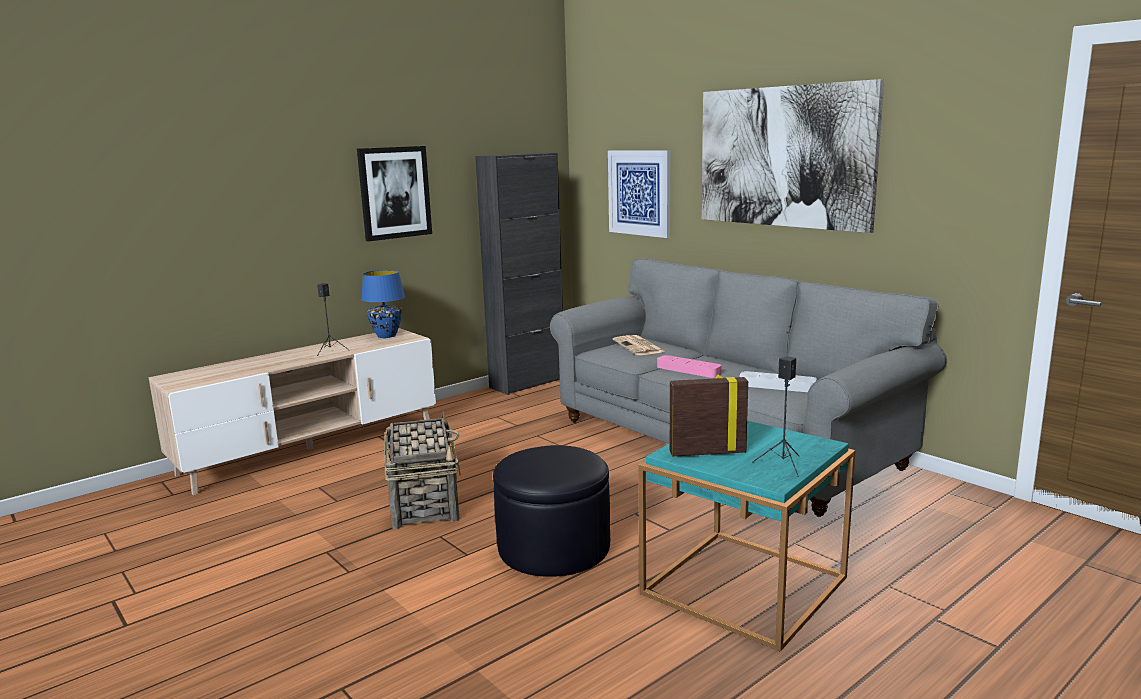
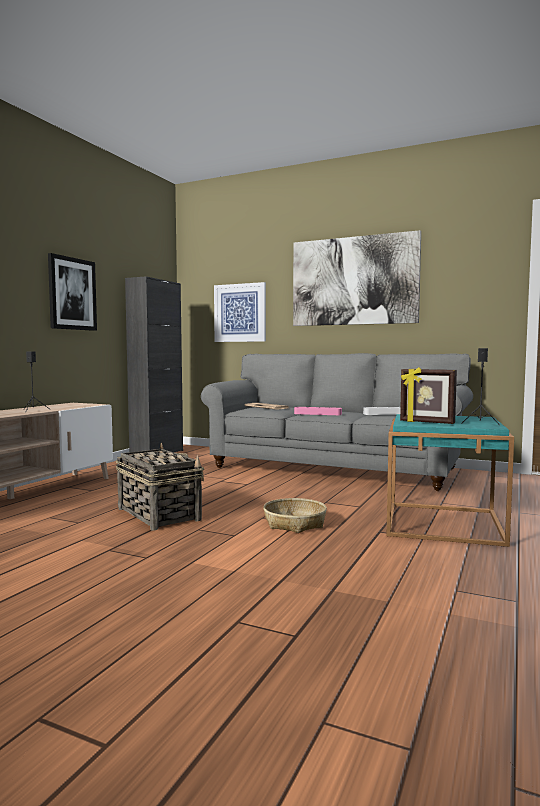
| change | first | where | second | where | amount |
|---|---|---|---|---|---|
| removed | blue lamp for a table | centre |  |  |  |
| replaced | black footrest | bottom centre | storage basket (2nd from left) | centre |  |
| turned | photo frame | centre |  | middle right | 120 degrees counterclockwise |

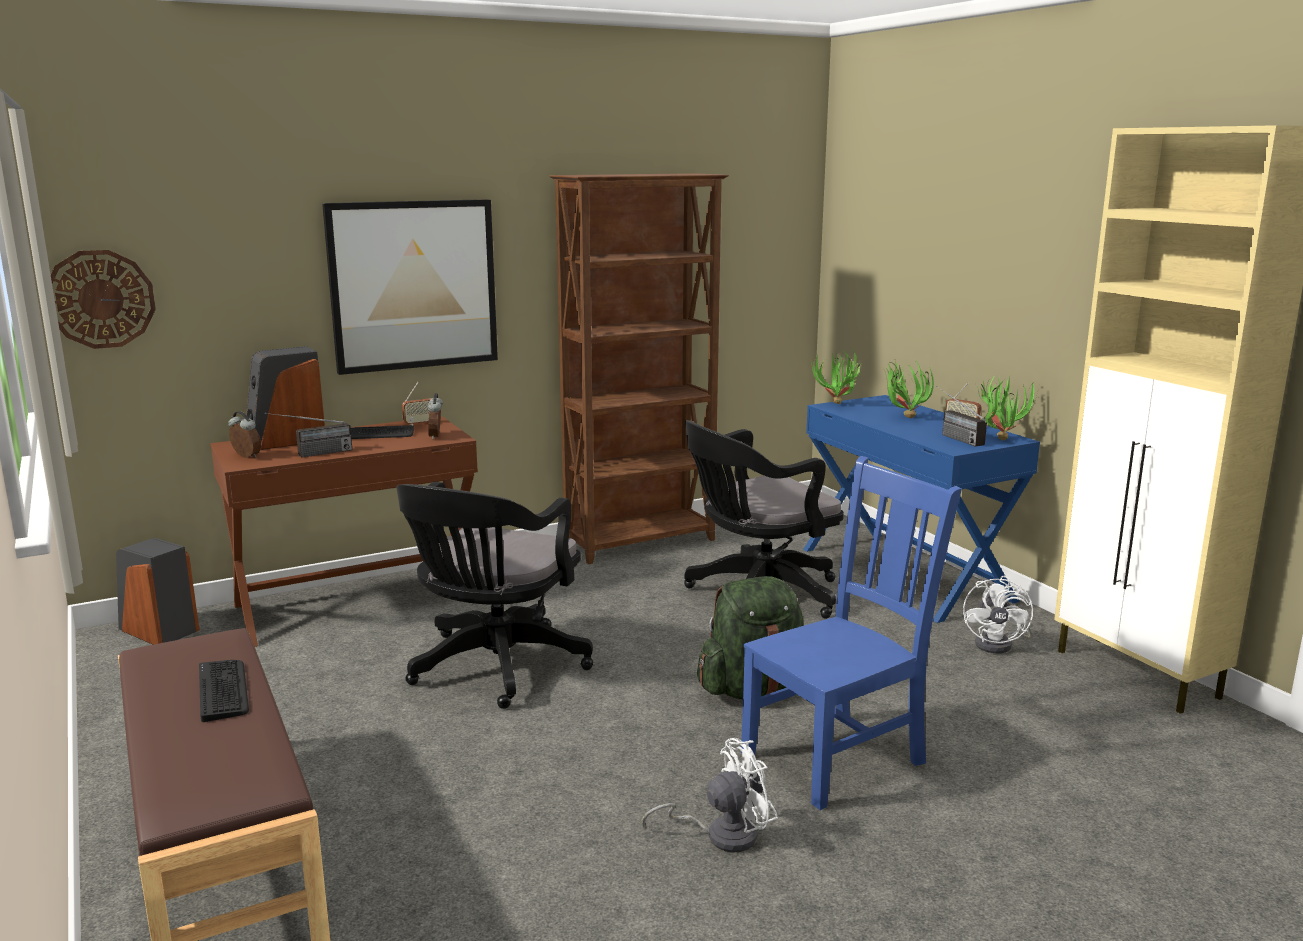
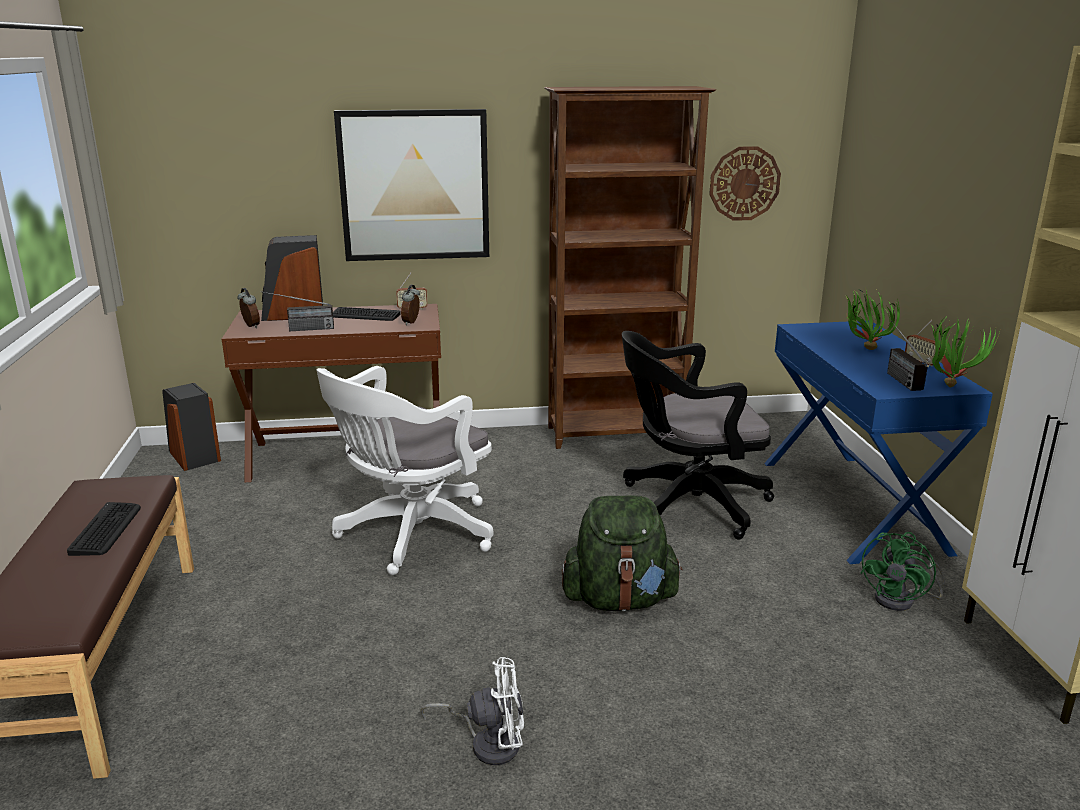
| change | first | where | second | where | amount |
|---|---|---|---|---|---|
| removed | blue upright chair | bottom centre |  |  |  |
| removed | potted plant (1st from left) | centre |  |  |  |
| moved | clock on the wall | top left |  | top right |  |
| recoloured | black computer chair (1st from left) | centre | whitish computer chair | centre |  |
| recoloured | whitish fan (2nd from left) | middle right | green fan | bottom right |  |

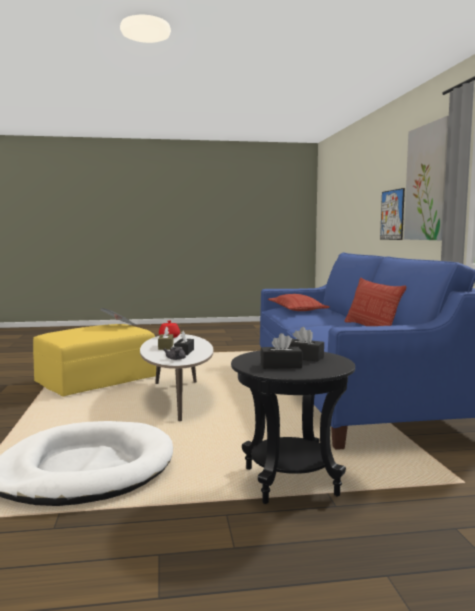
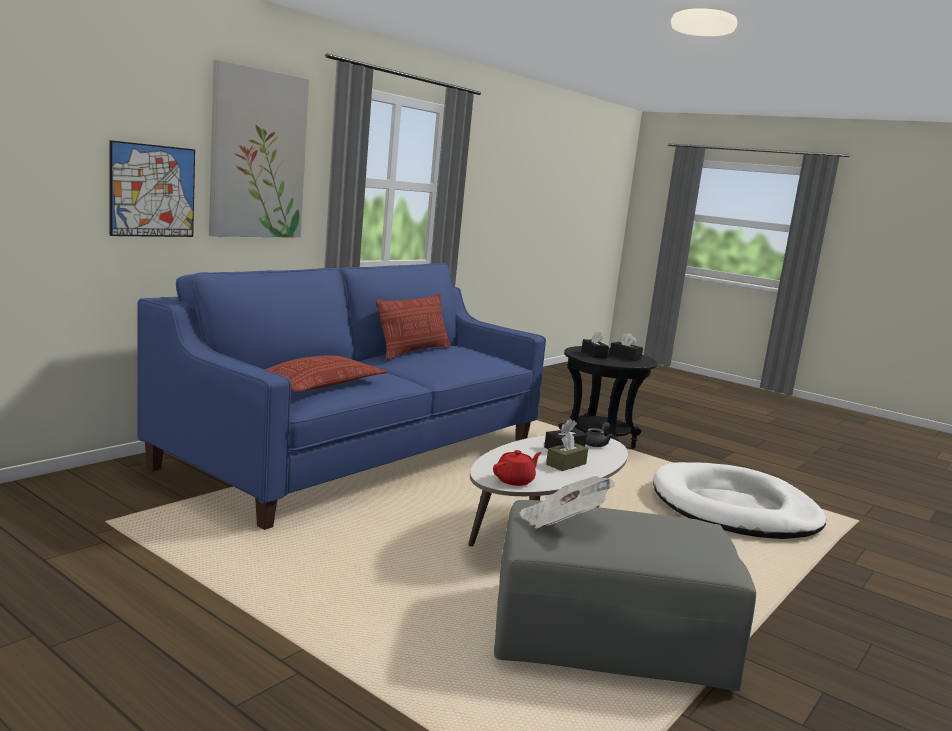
| change | first | where | second | where | amount |
|---|---|---|---|---|---|
| recoloured | yellow footrest | middle left | gray footrest | bottom centre |  |

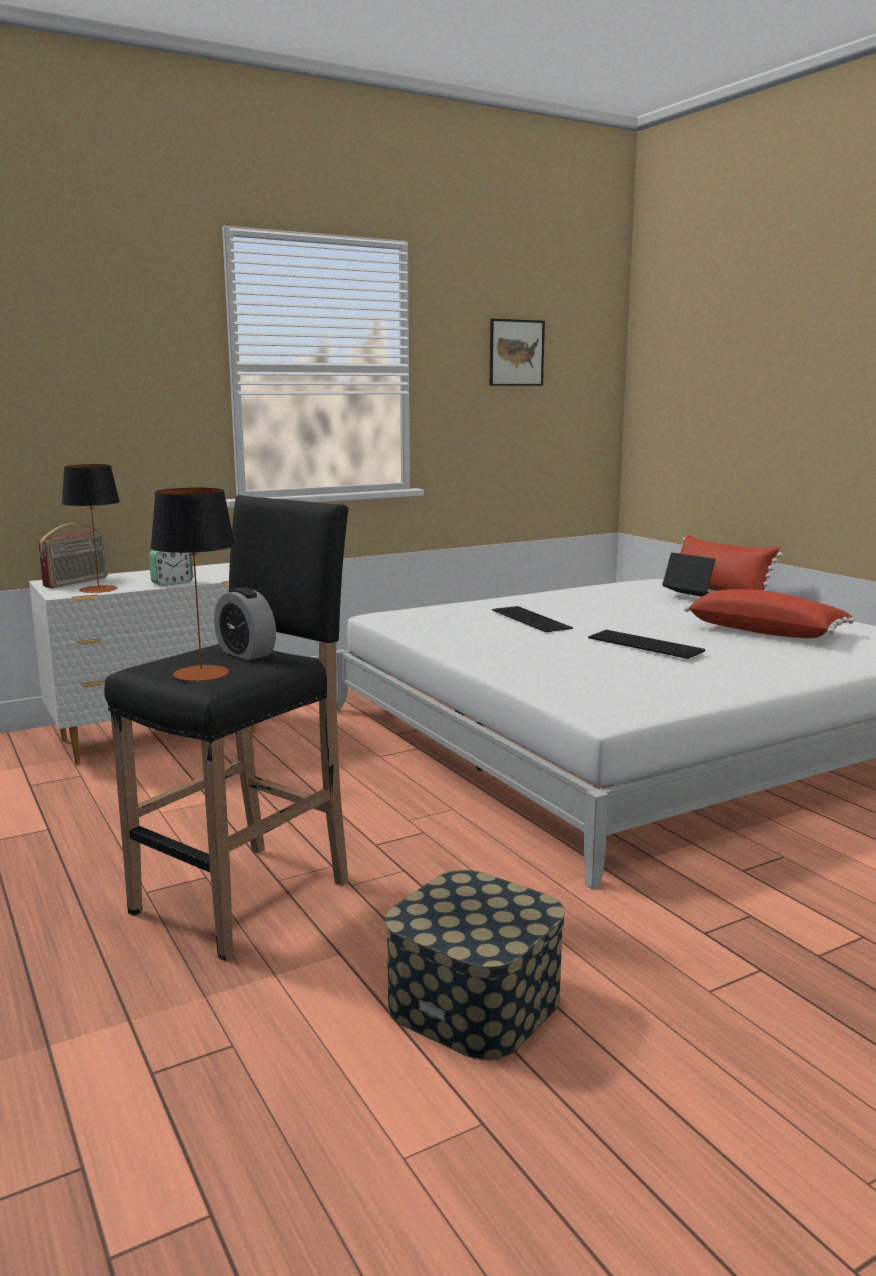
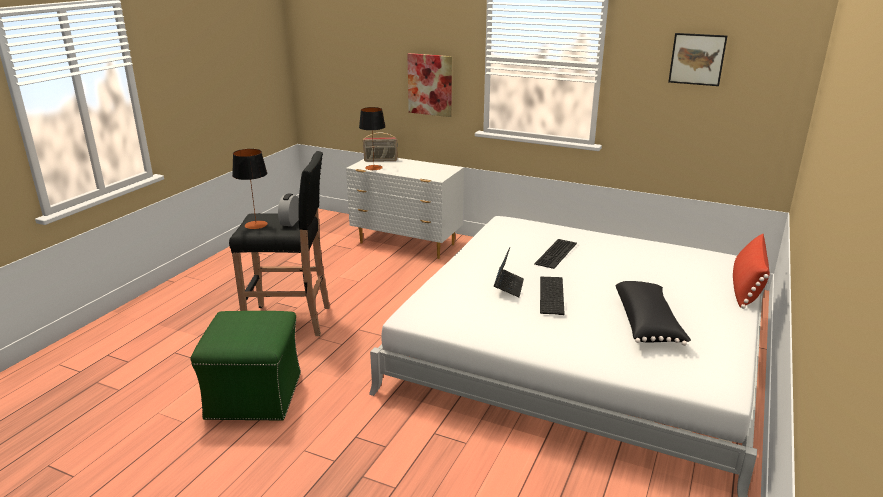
| change | first | where | second | where | amount |
|---|---|---|---|---|---|
| removed | bedside clock (1st from left) | middle left |  |  |  |
| added |  |  | wall art (1st from left) | top centre |  |
| moved | portable computer | middle right |  | centre |  |
| replaced | storage container | bottom centre | green footrest | bottom left |  |
| recoloured | red-coloured pillow (2nd from left) | middle right | black pillow | middle right |  |

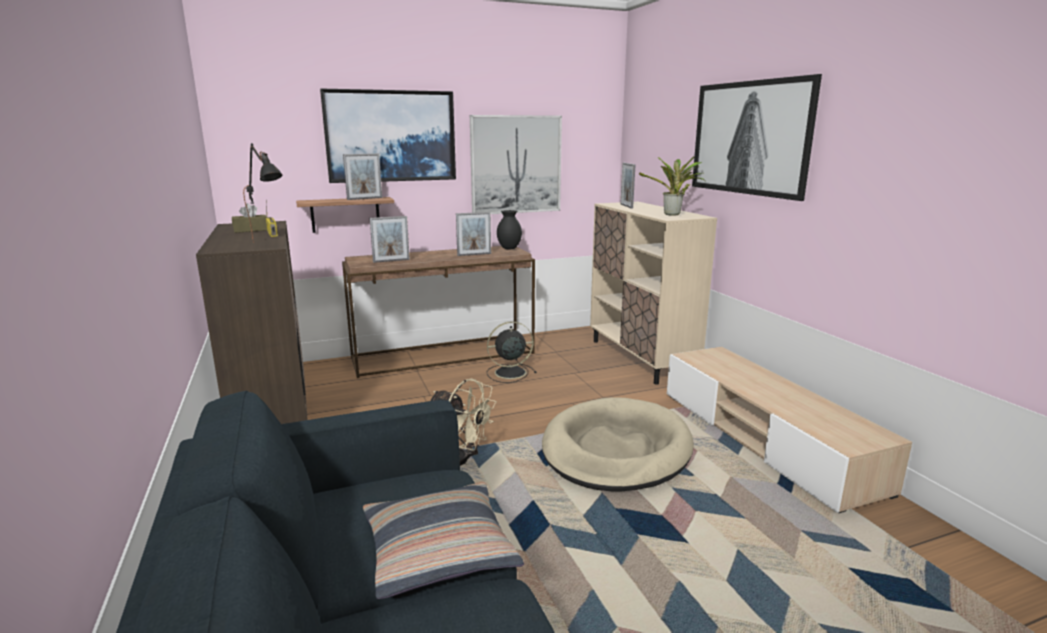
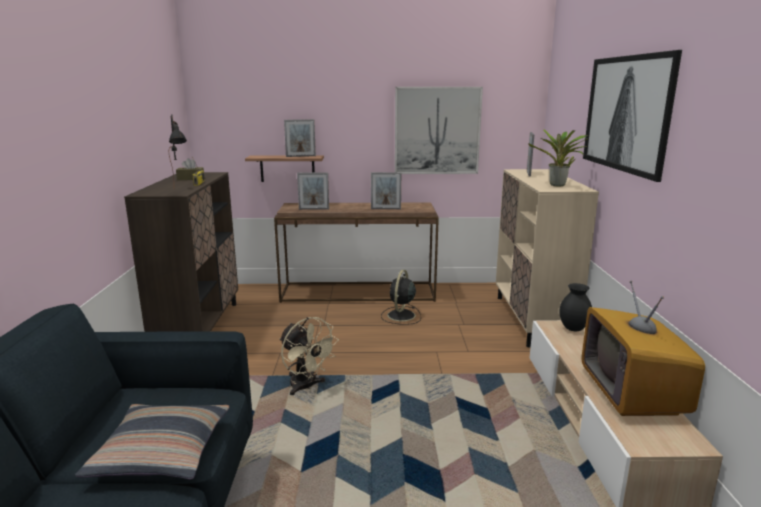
| change | first | where | second | where | amount |
|---|---|---|---|---|---|
| removed | wall art (1st from left) | top centre |  |  |  |
| removed | beige dog cushion | bottom centre |  |  |  |
| added |  |  | TV | bottom right |  |
| moved | black vase | centre |  | middle right |  |
| turned | black fan | centre |  | centre | 75 degrees counterclockwise |

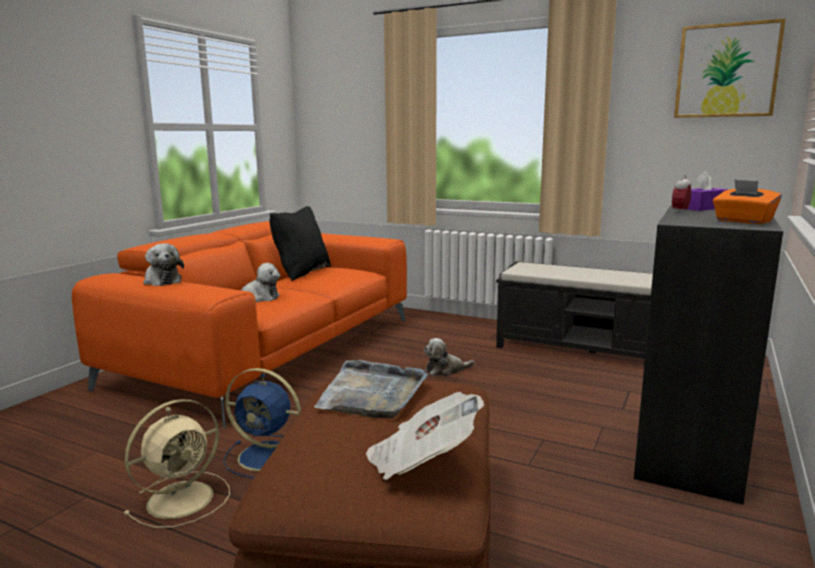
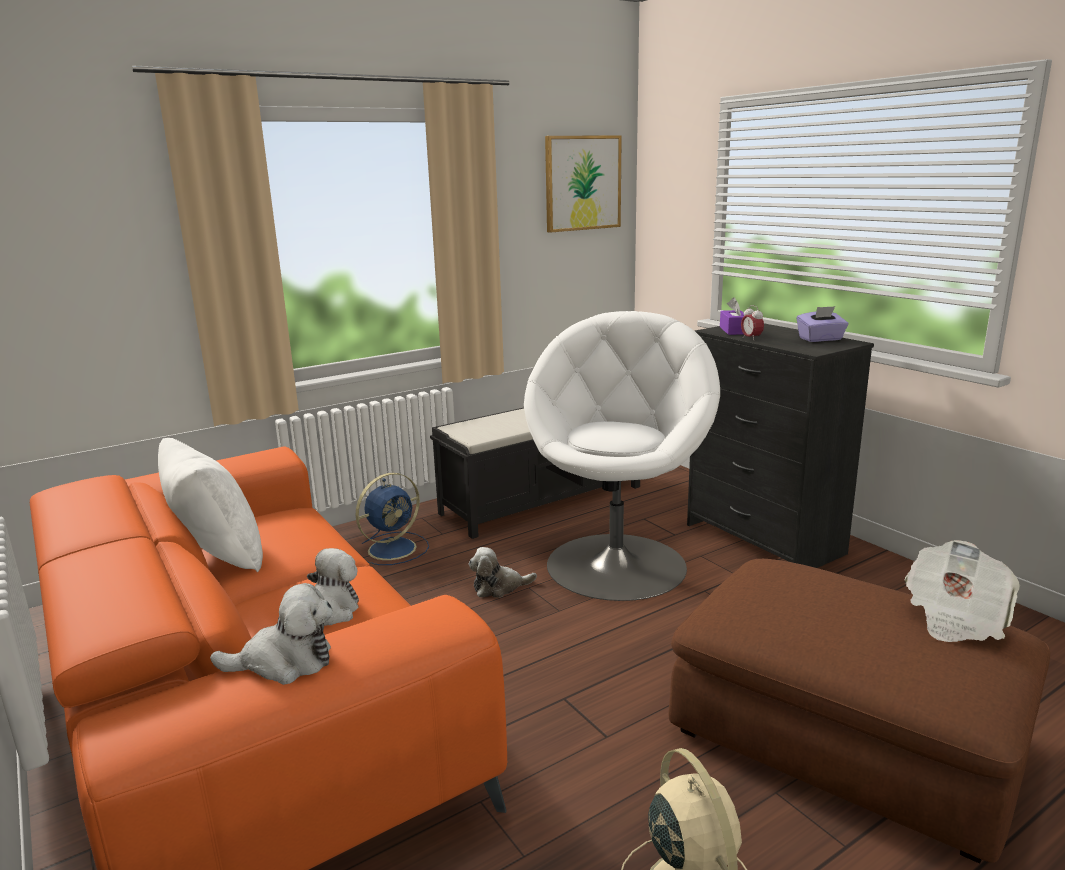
| change | first | where | second | where | amount |
|---|---|---|---|---|---|
| removed | gray serving tray | bottom centre |  |  |  |
| added |  |  | whitish armchair | centre |  |
| moved | blue fan | bottom left |  | centre |  |
| recoloured | black pillow | centre | whitish pillow | middle left |  |
| recoloured | orangey box of tissues | middle right | purple box of tissues (2nd from left) | middle right |  |
| turned | plush toy (3rd from left) | centre |  | centre | 60 degrees clockwise |

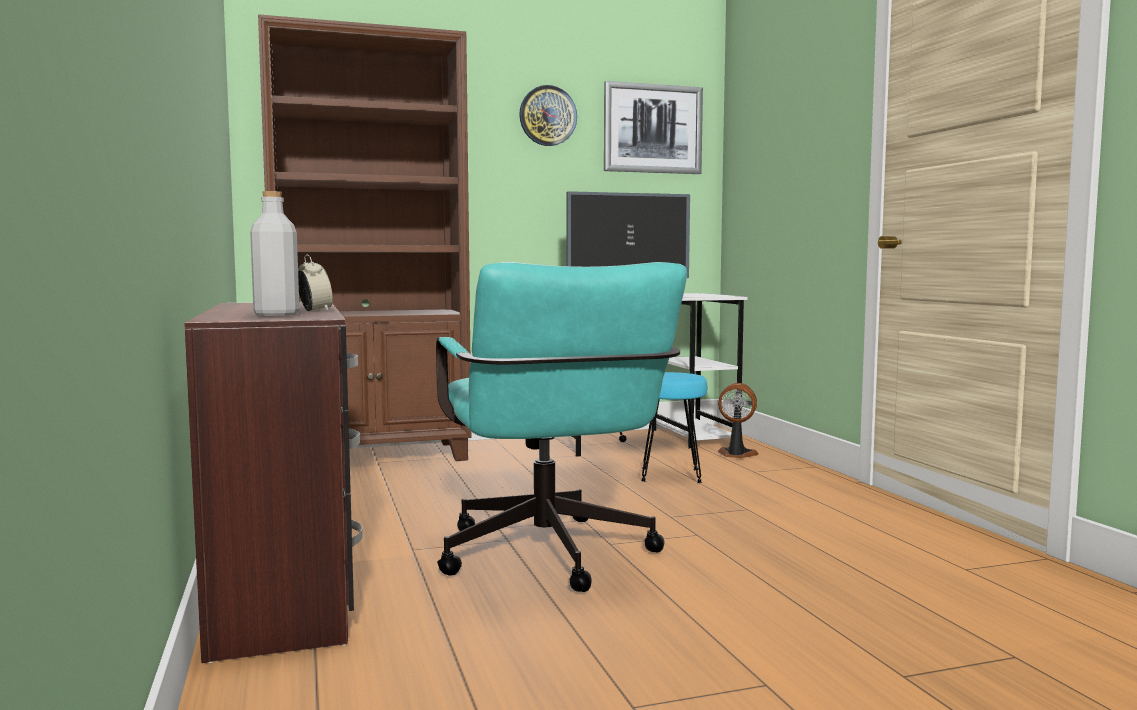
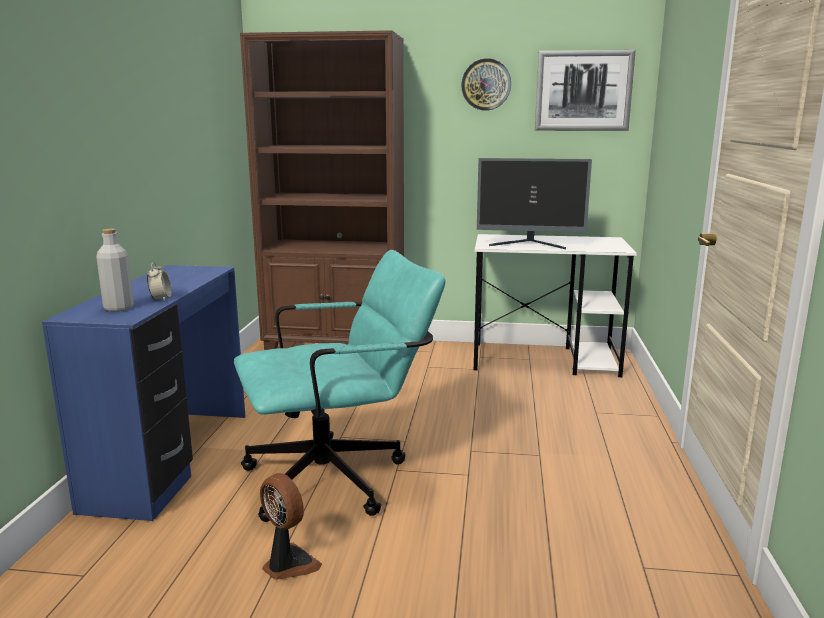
| change | first | where | second | where | amount |
|---|---|---|---|---|---|
| removed | blue-green stool seat | centre |  |  |  |
| moved | fan | centre |  | bottom centre |  |
| recoloured | brownish desk unit | bottom left | blue desk unit | middle left |  |
| turned | blue-green computer chair | centre |  | centre | 120 degrees counterclockwise |

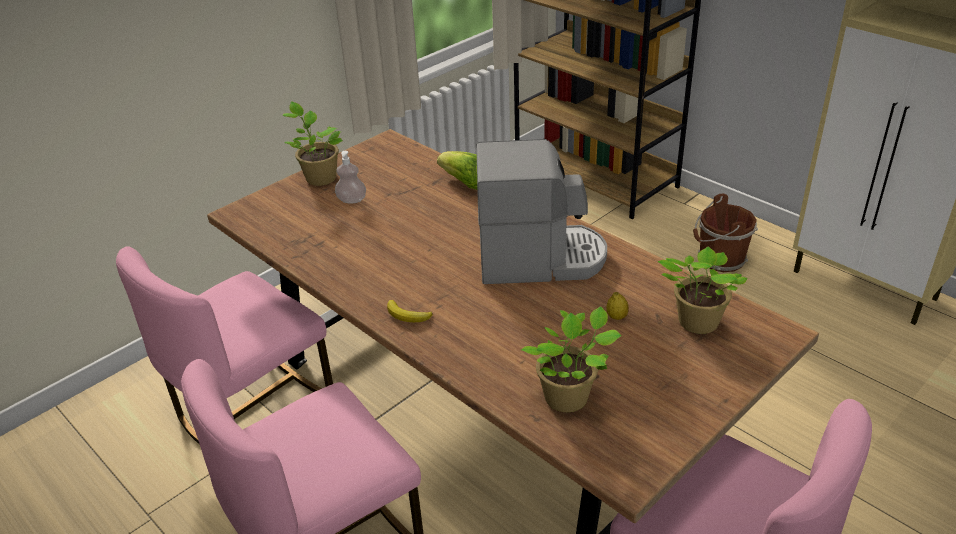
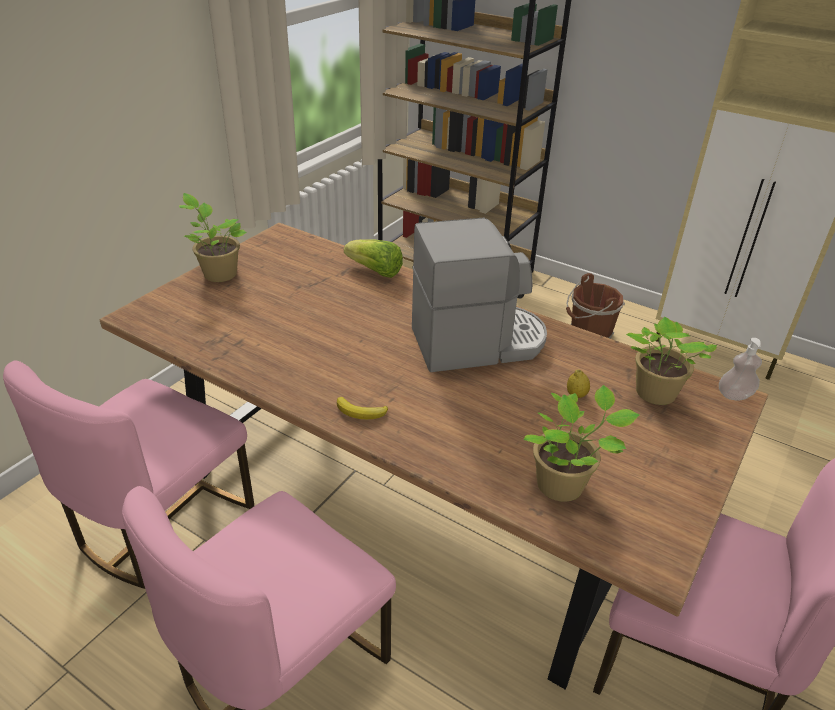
| change | first | where | second | where | amount |
|---|---|---|---|---|---|
| moved | soap bottle | top centre |  | middle right |  |

